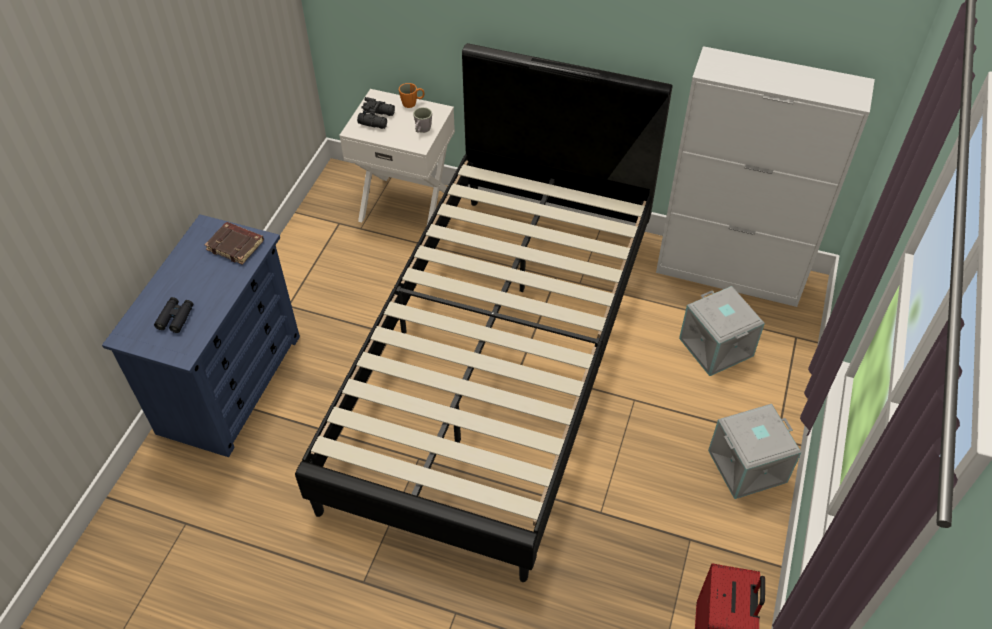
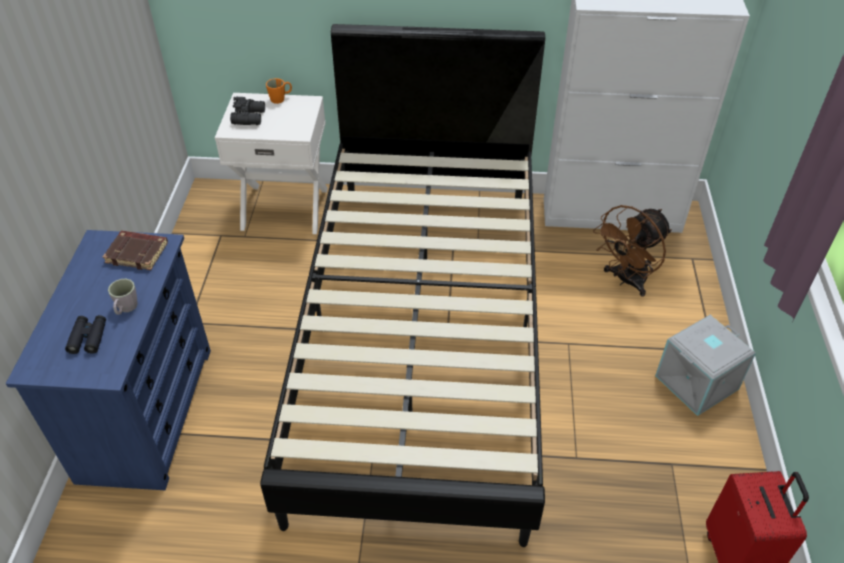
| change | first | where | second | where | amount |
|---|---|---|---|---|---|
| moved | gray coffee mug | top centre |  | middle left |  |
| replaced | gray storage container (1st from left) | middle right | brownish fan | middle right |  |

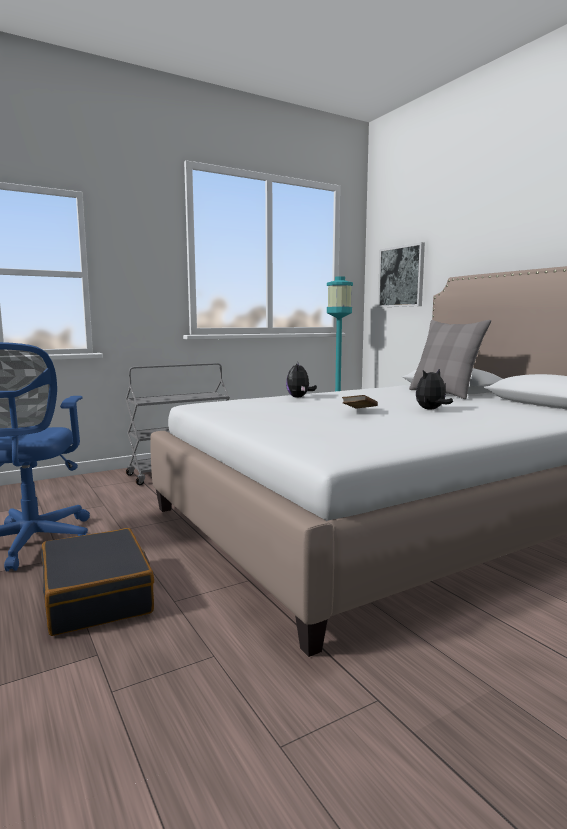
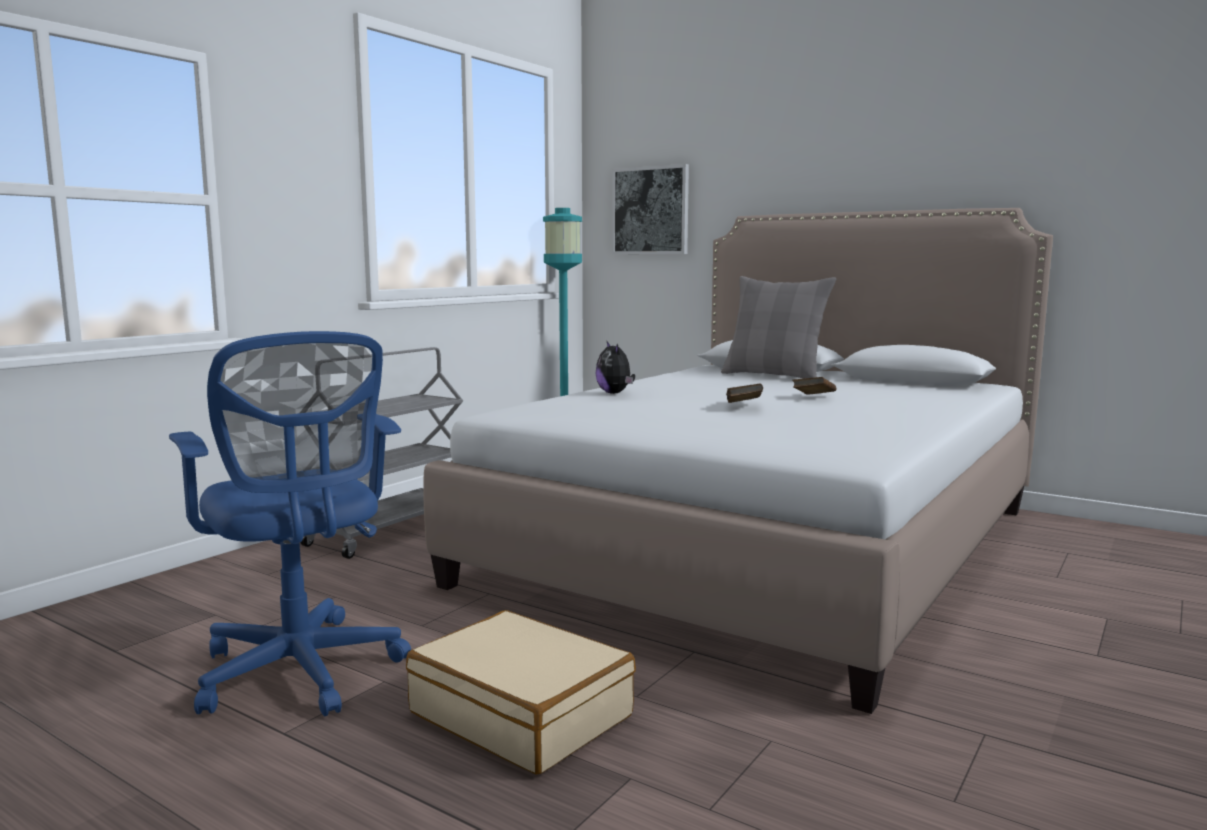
| change | first | where | second | where | amount |
|---|---|---|---|---|---|
| replaced | plush toy (2nd from left) | middle right | brownish book (2nd from left) | middle right |  |
| recoloured | black suitcase | bottom left | beige suitcase | bottom centre |  |

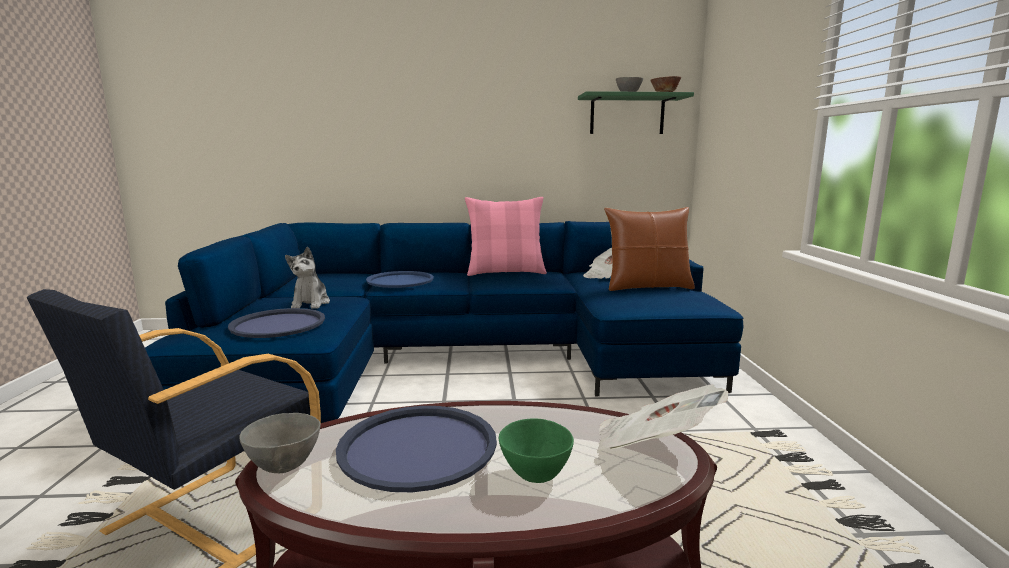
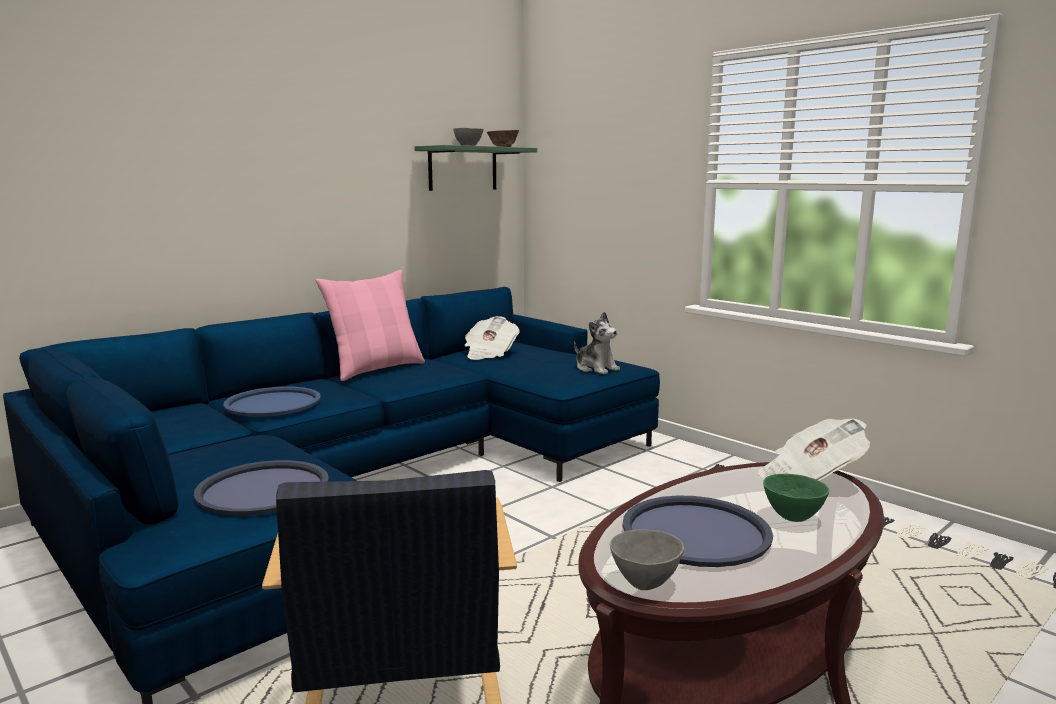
| change | first | where | second | where | amount |
|---|---|---|---|---|---|
| removed | brownish pillow | centre |  |  |  |
| moved | plush toy | middle left |  | centre |  |

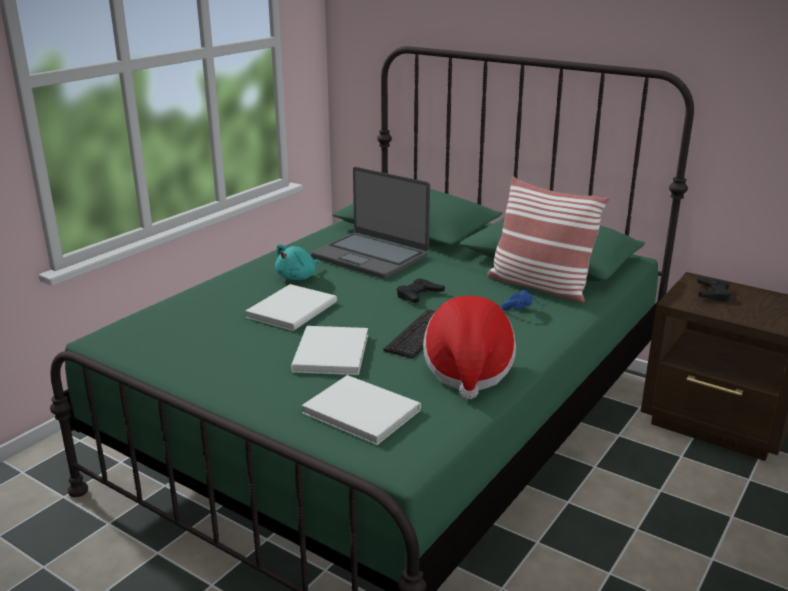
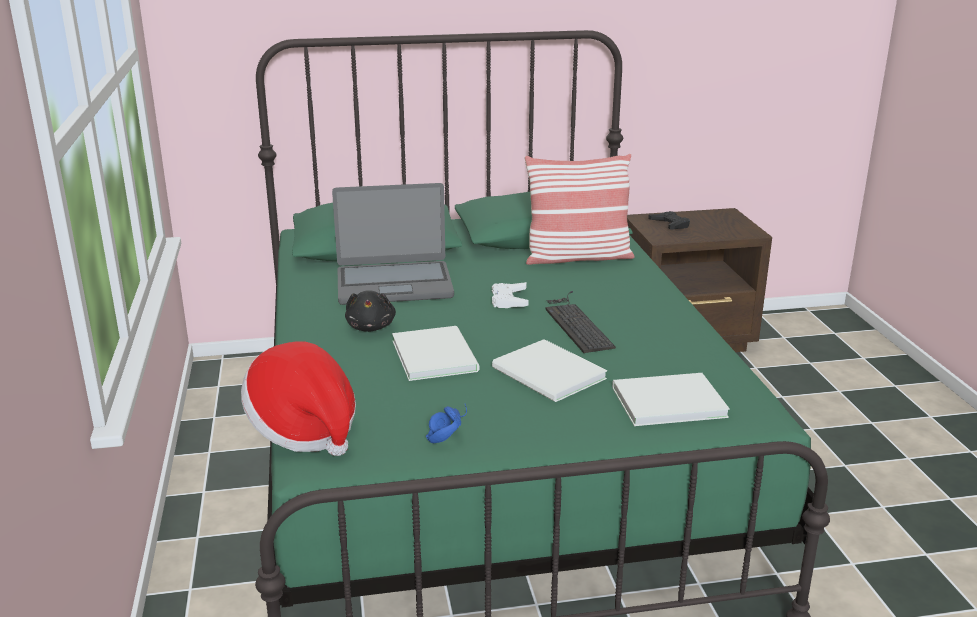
| change | first | where | second | where | amount |
|---|---|---|---|---|---|
| moved | clothing hat | centre |  | middle left |  |
| moved | blue headset | centre |  | bottom centre |  |
| recoloured | blue-green plush toy | centre | black plush toy | centre |  |
| recoloured | black gamepad (1st from left) | centre | whitish gamepad | centre |  |

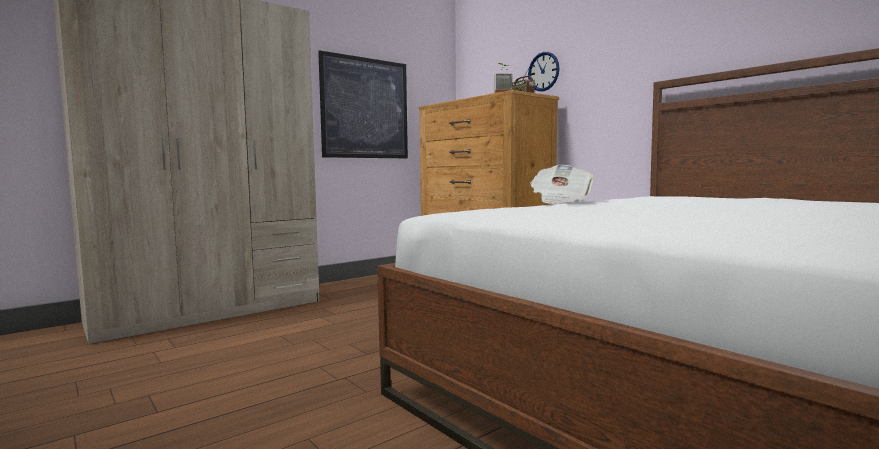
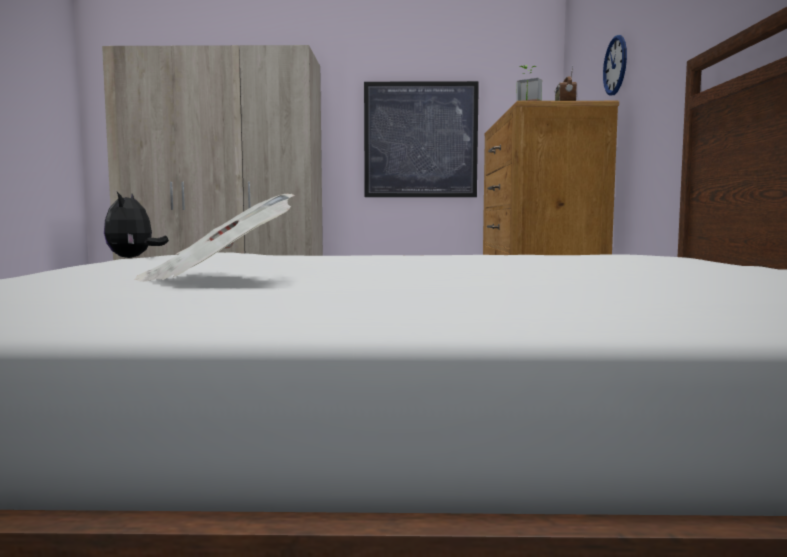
| change | first | where | second | where | amount |
|---|---|---|---|---|---|
| added |  |  | plush toy | middle left |  |
| moved | newspaper | centre |  | middle left |  |

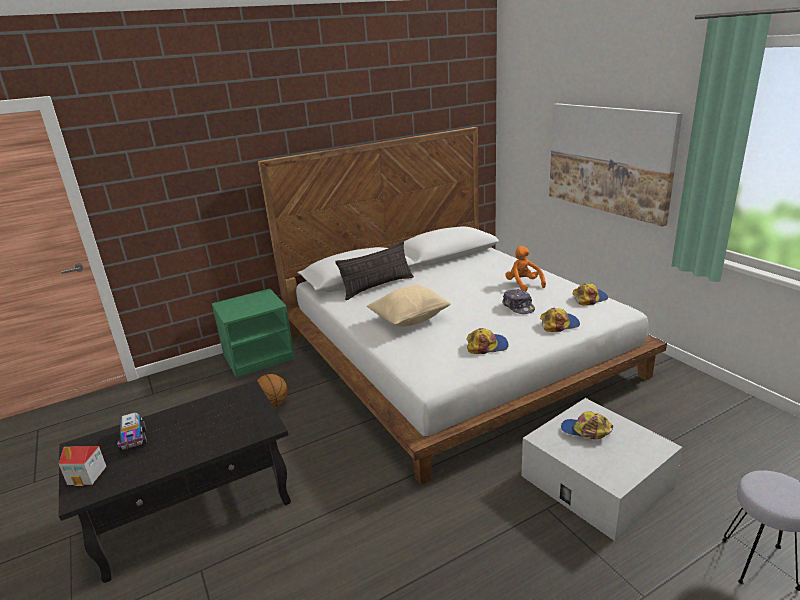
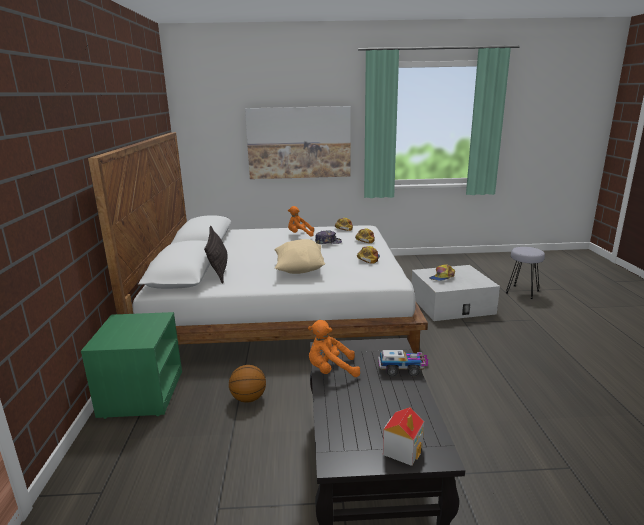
| change | first | where | second | where | amount |
|---|---|---|---|---|---|
| added |  |  | orangey plush toy (2nd from left) | centre |  |
| moved | toy lorry | bottom left |  | bottom centre |  |

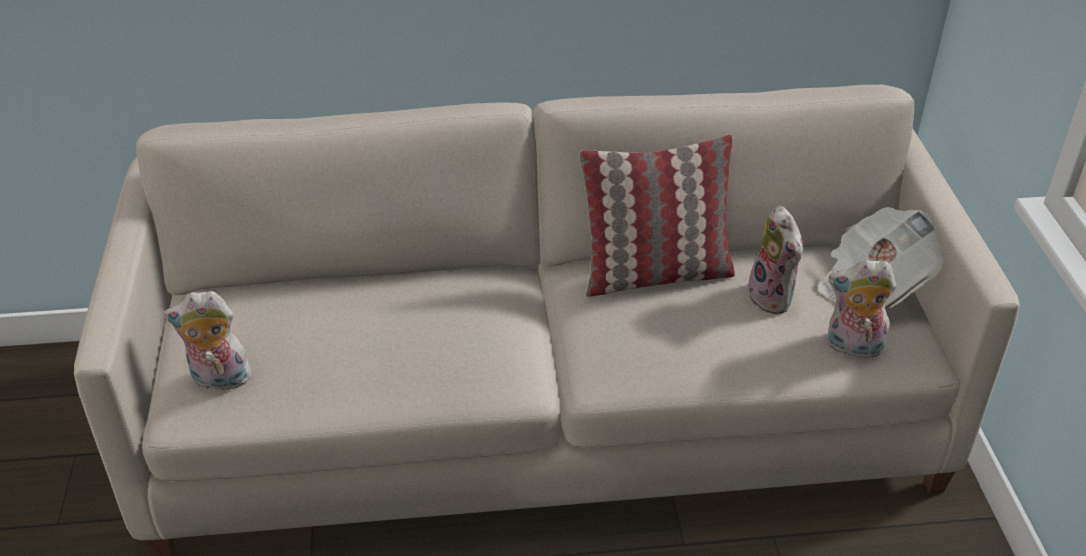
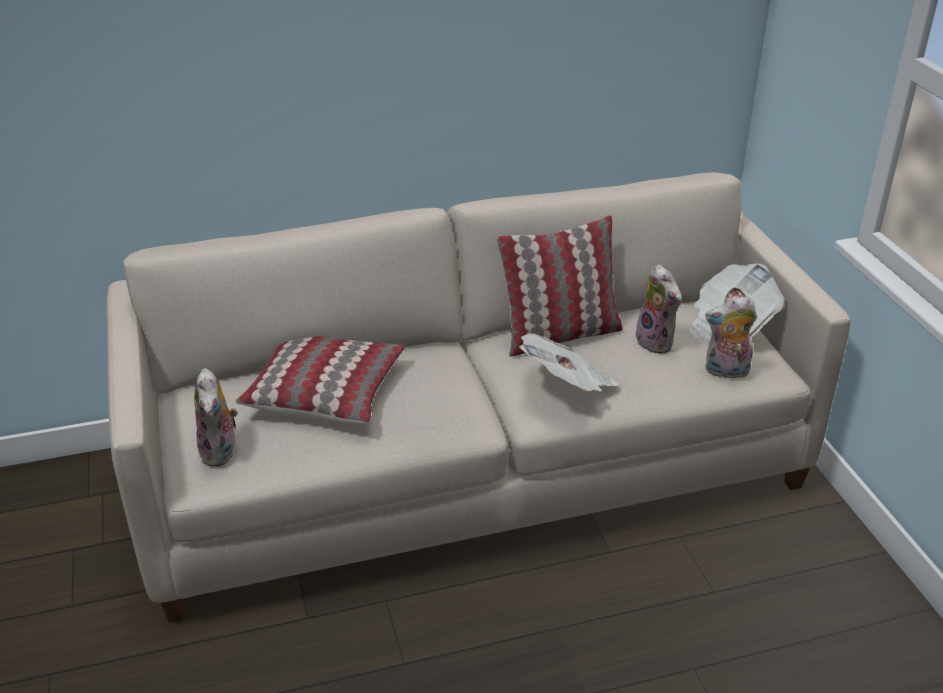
| change | first | where | second | where | amount |
|---|---|---|---|---|---|
| added |  |  | pillow (1st from left) | centre |  |
| added |  |  | newspaper (1st from left) | centre |  |
| turned | plush toy (1st from left) | middle left |  | middle left | 90 degrees counterclockwise |

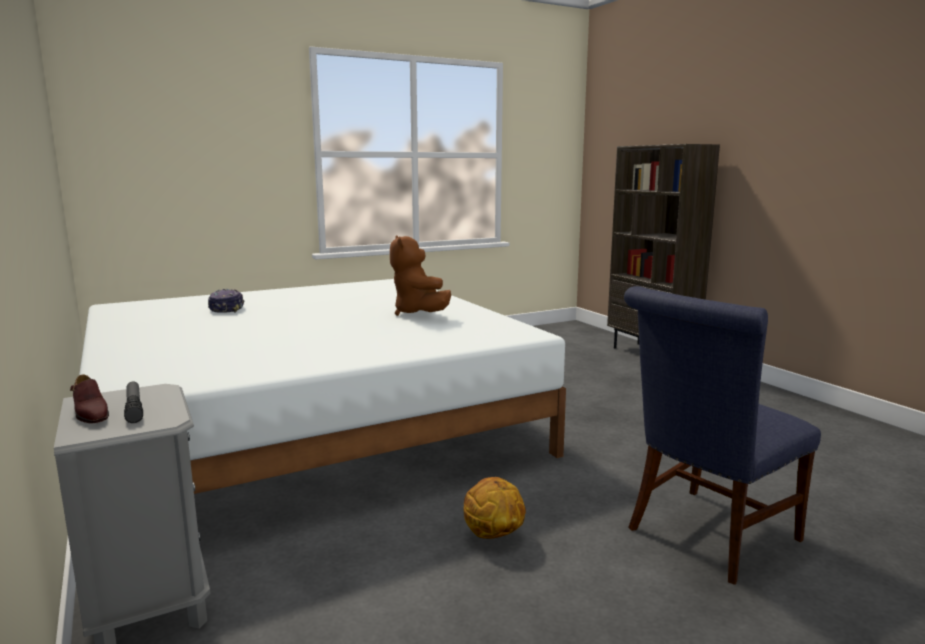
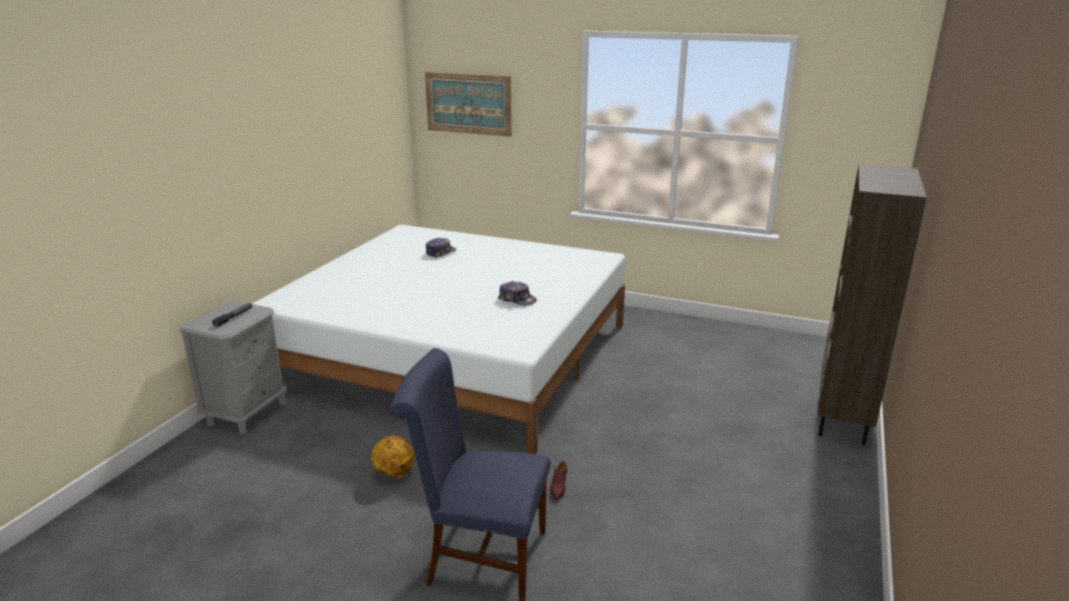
| change | first | where | second | where | amount |
|---|---|---|---|---|---|
| added |  |  | wall art | top centre |  |
| moved | brownish shoe | middle left |  | bottom centre |  |
| replaced | brownish plush toy | centre | peaked cap (2nd from left) | centre |  |

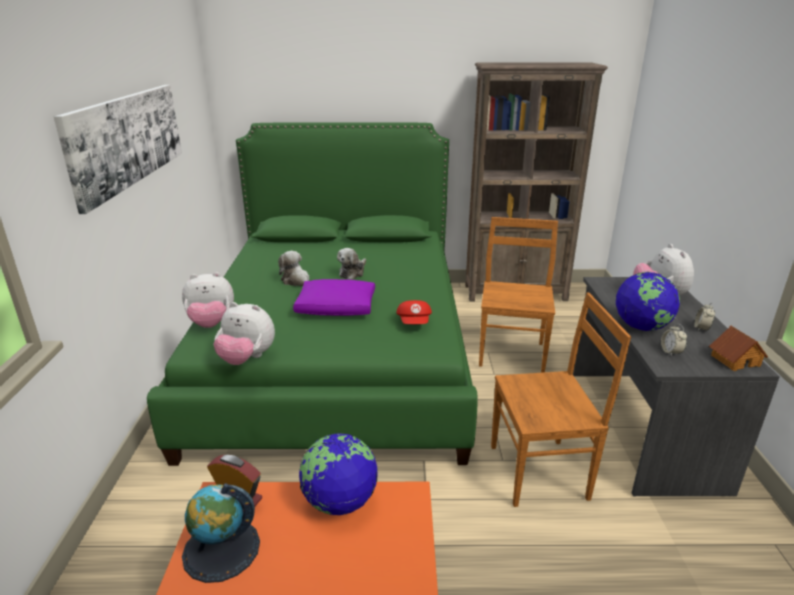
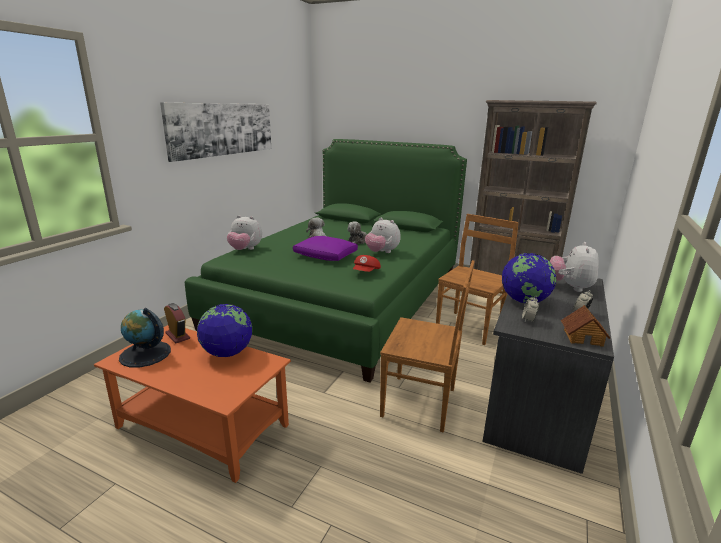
| change | first | where | second | where | amount |
|---|---|---|---|---|---|
| moved | plush toy (2nd from left in the first image) | middle left | plush toy (4th from left) | centre |  |

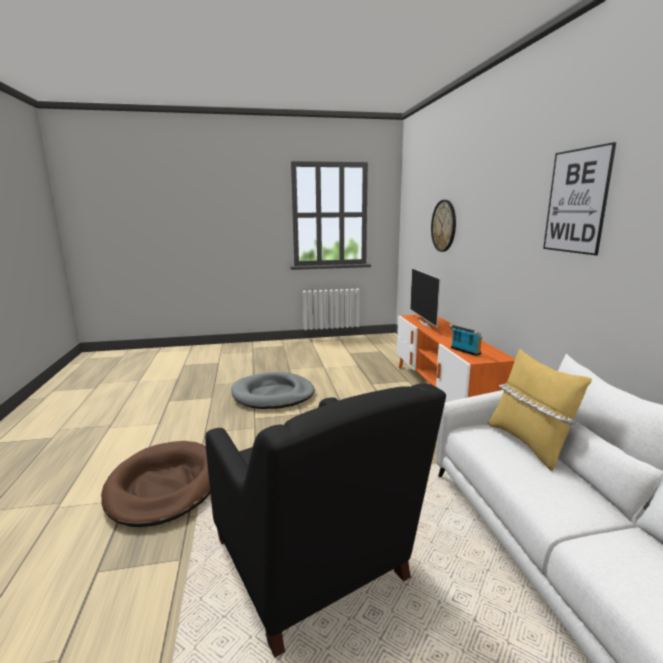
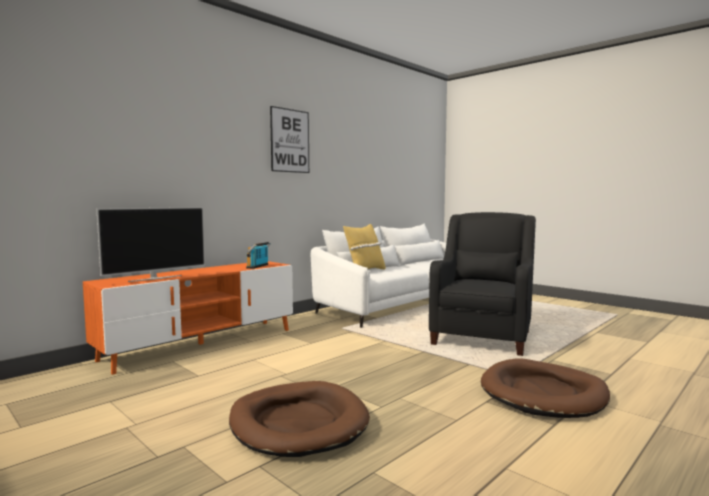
| change | first | where | second | where | amount |
|---|---|---|---|---|---|
| removed | clock on the wall | middle right |  |  |  |
| recoloured | gray dog cushion | centre | brownish dog cushion (1st from left) | bottom centre |  |

